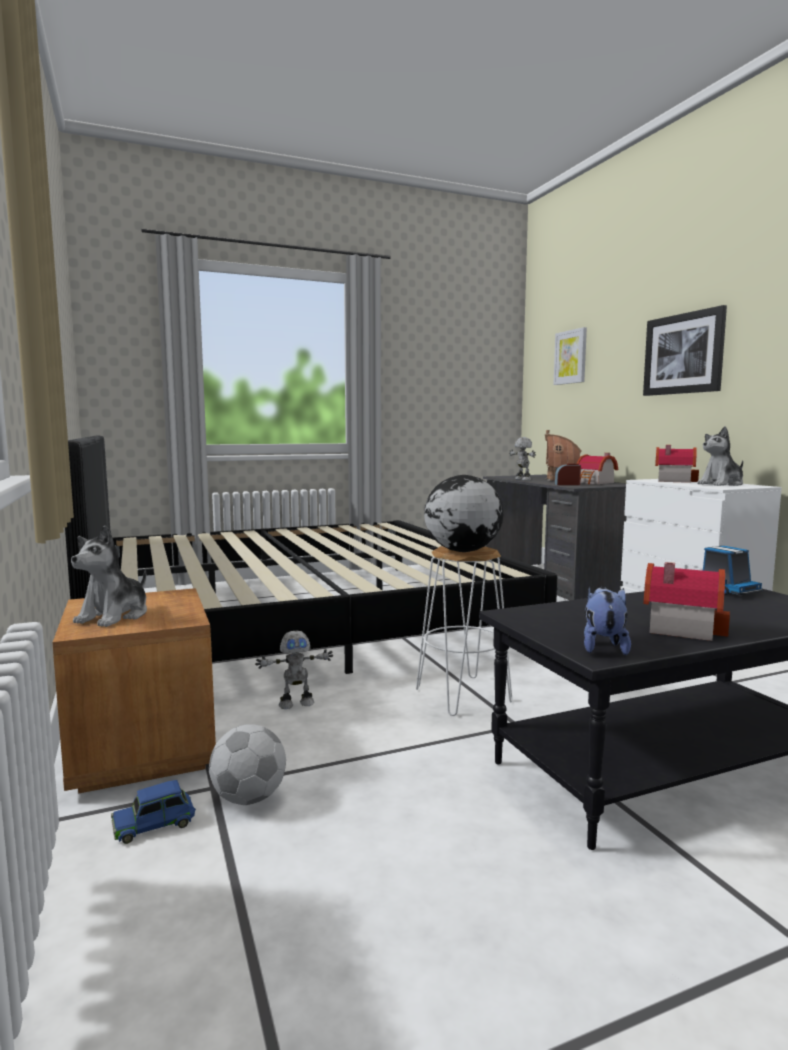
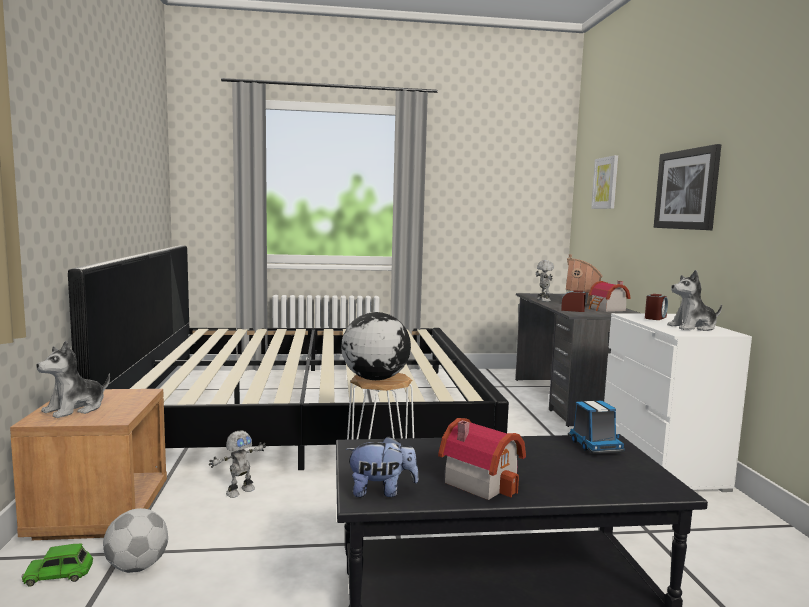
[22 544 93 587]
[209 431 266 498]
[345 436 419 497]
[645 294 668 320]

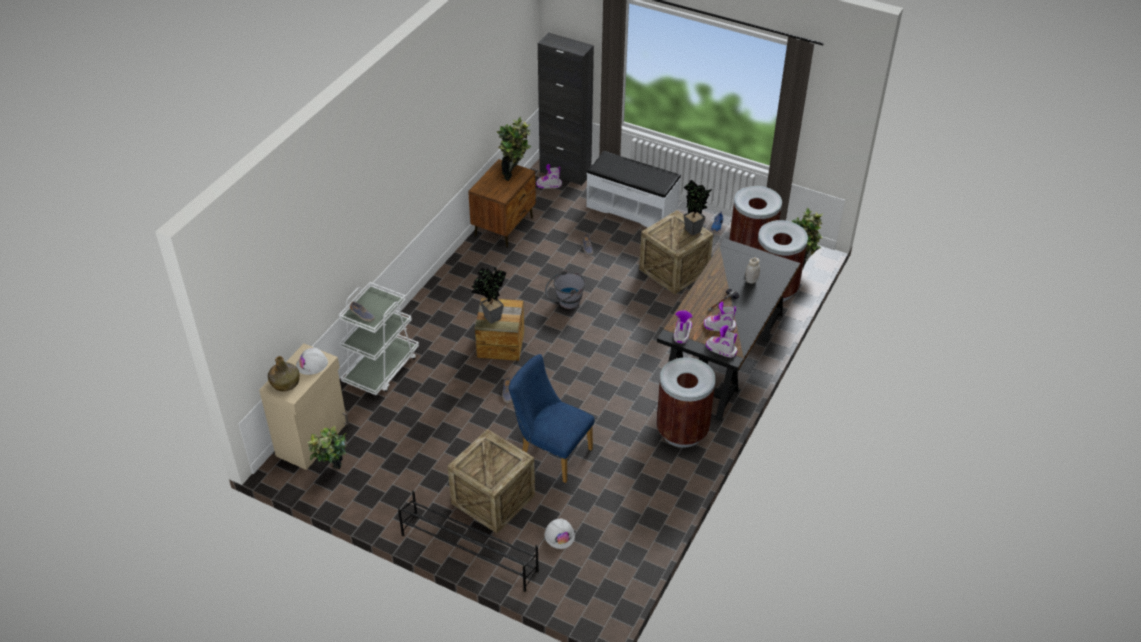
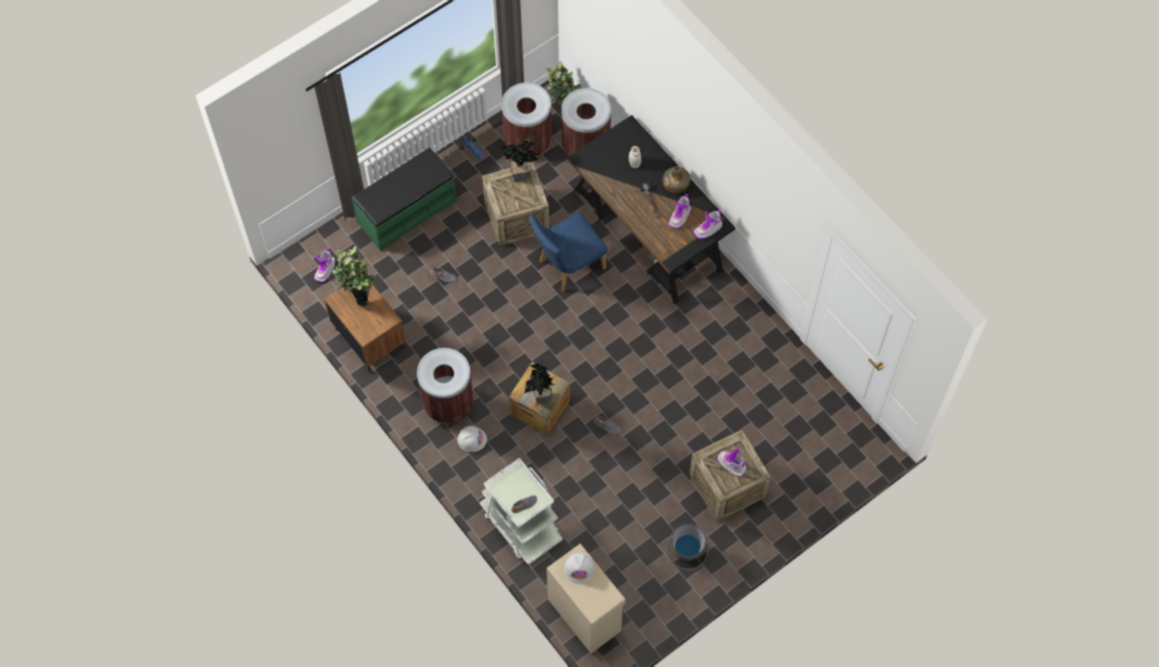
[663 166 691 193]
[307 426 347 469] (first image)
[398 490 539 592] (first image)
[529 212 608 292]
[538 33 594 186] (first image)
[668 523 709 571]
[457 426 487 452]
[352 148 457 251]
[417 348 474 424]
[717 449 746 477]

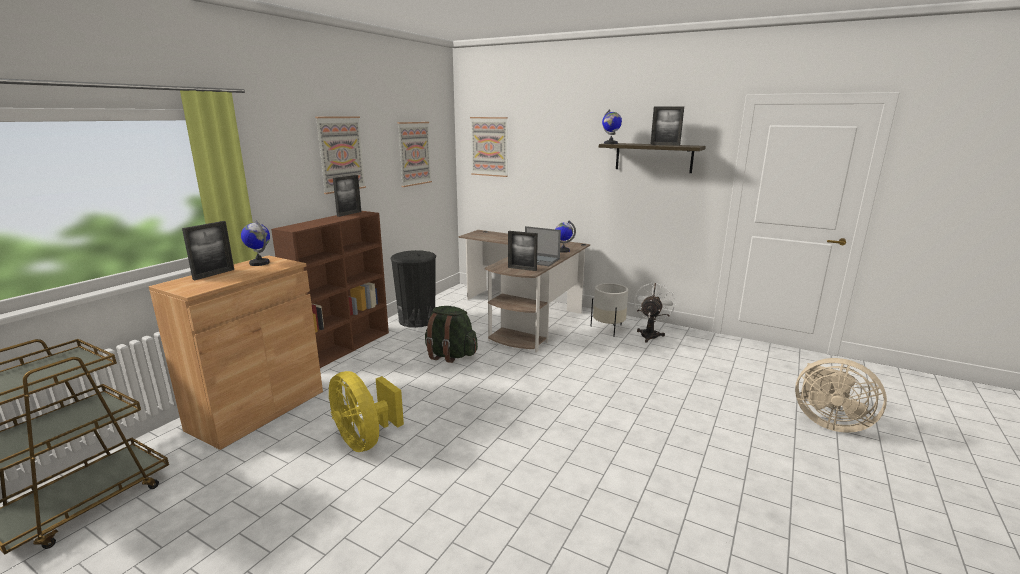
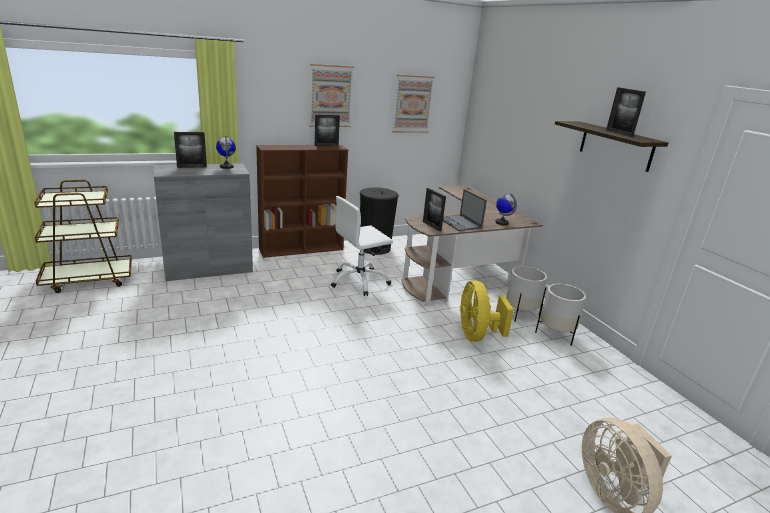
[153 163 253 281]
[460 280 514 342]
[331 196 393 296]
[470 117 508 177] (first image)
[602 109 622 144] (first image)
[535 284 586 346]

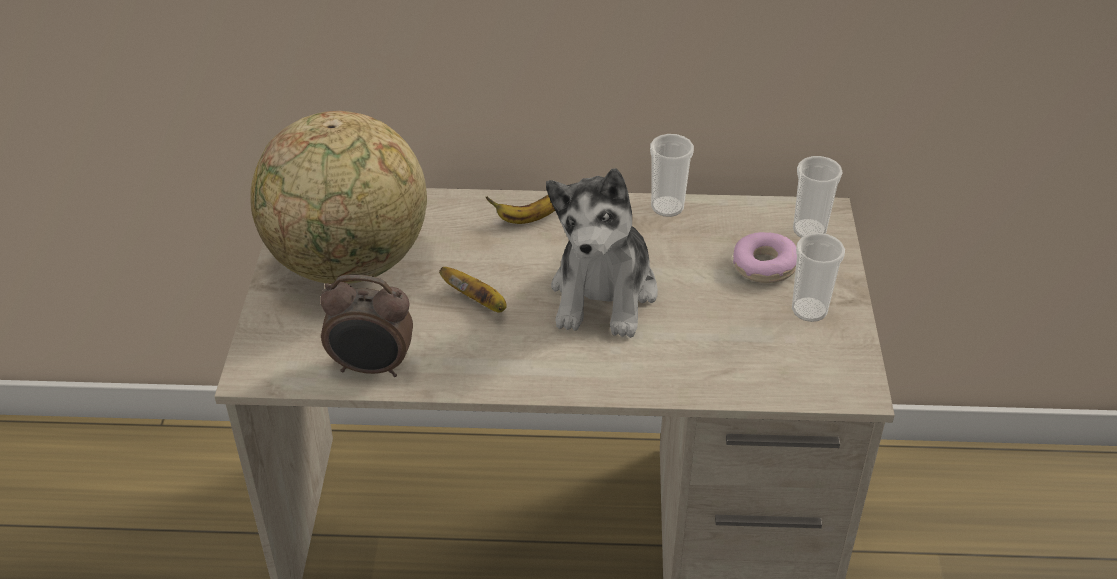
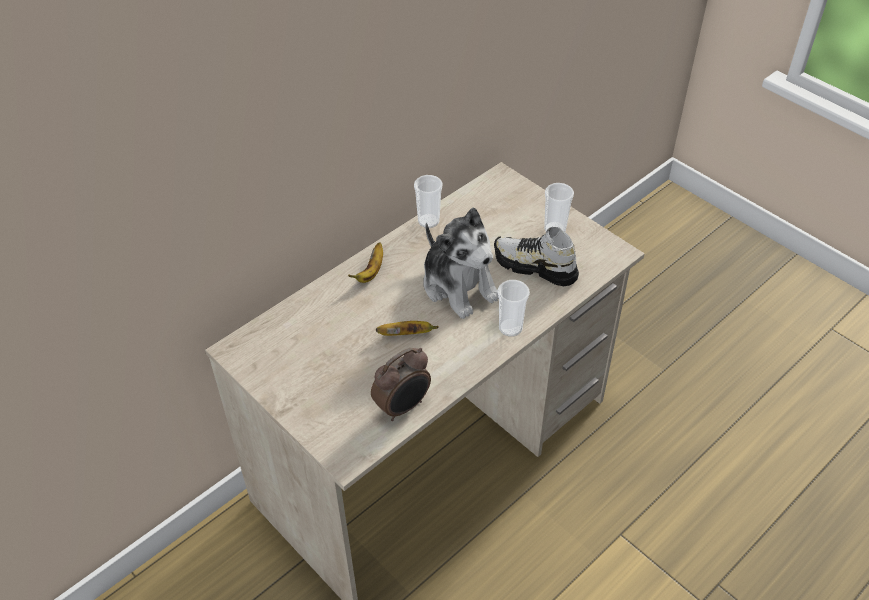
[250 111 427 284] (first image)
[733 232 797 283] (first image)
[498 280 530 337]
[494 227 579 286]

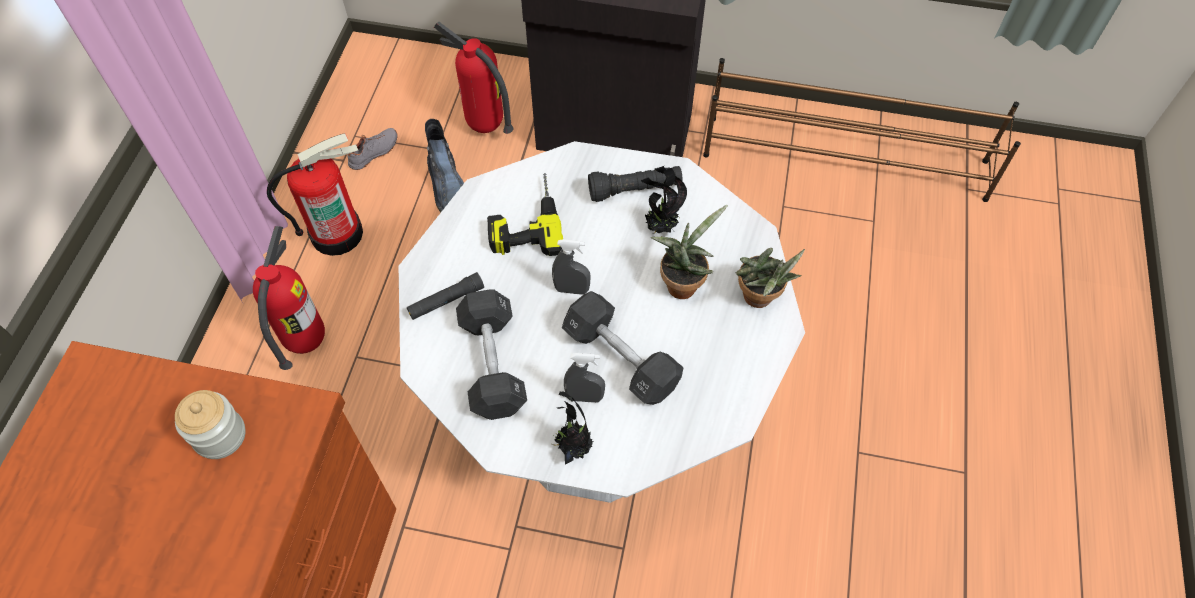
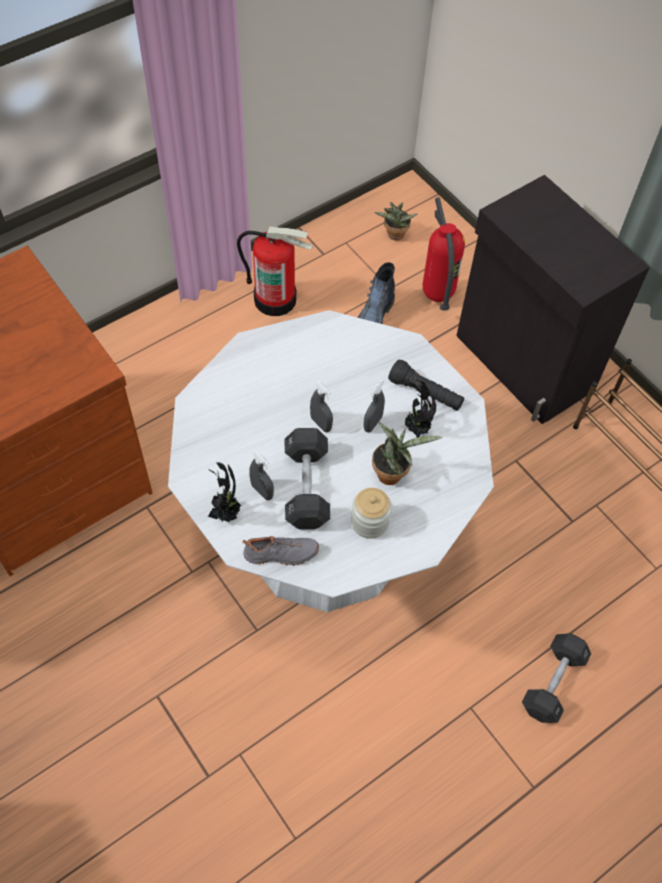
[351 488 392 539]
[253 226 325 370] (first image)
[242 536 319 566]
[407 272 484 320] (first image)
[522 633 591 723]
[487 173 563 256] (first image)
[374 202 418 241]
[363 380 385 432]

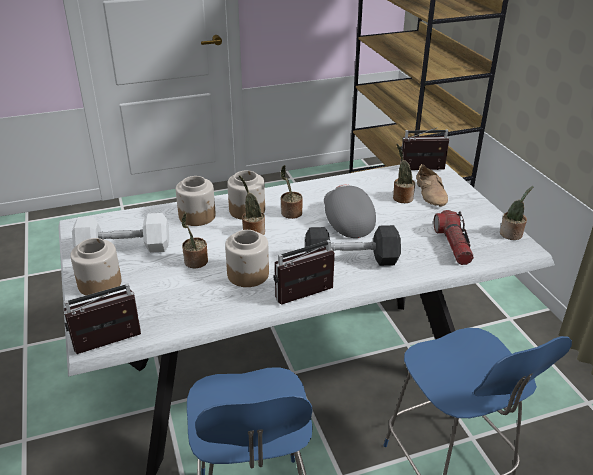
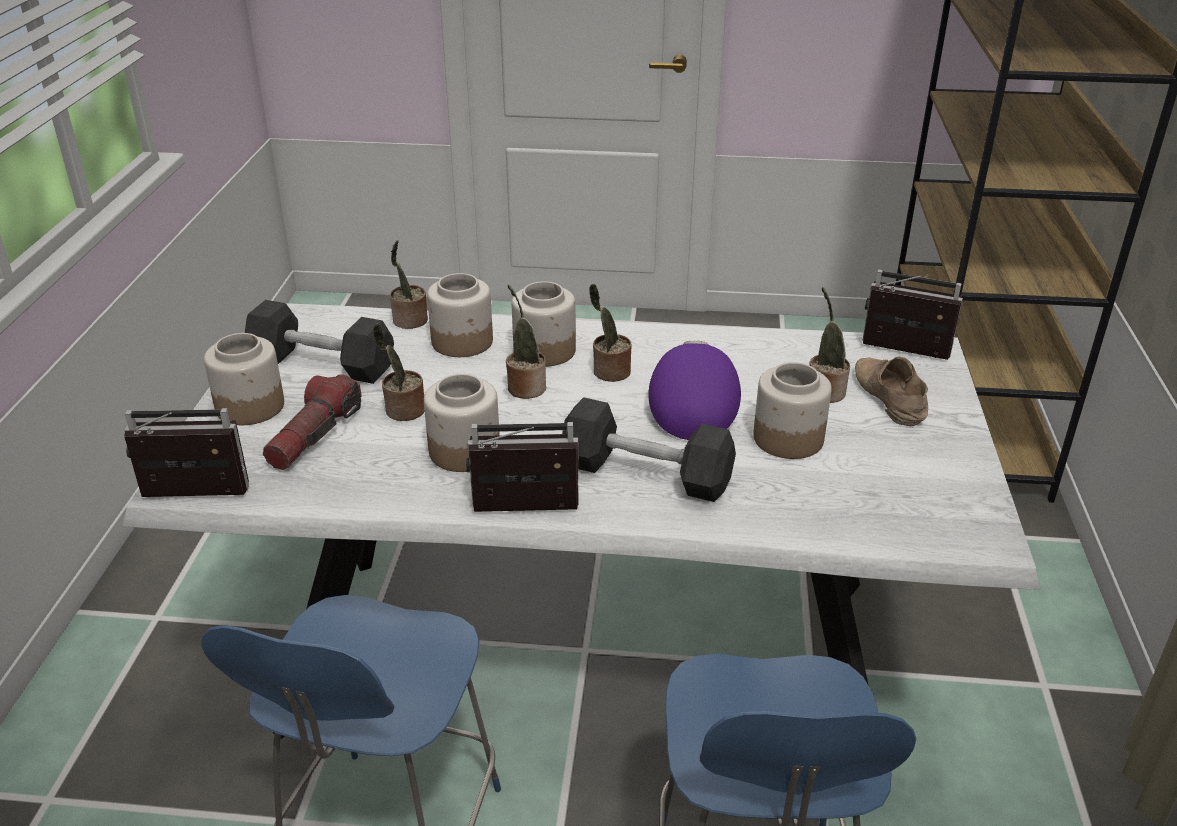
[245 300 394 384]
[648 341 741 440]
[855 357 928 426]
[263 374 362 470]
[390 240 428 329]
[753 362 832 459]

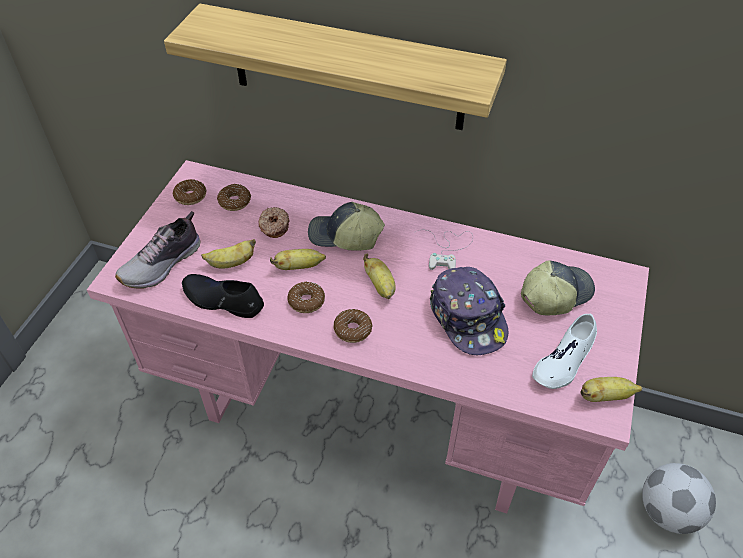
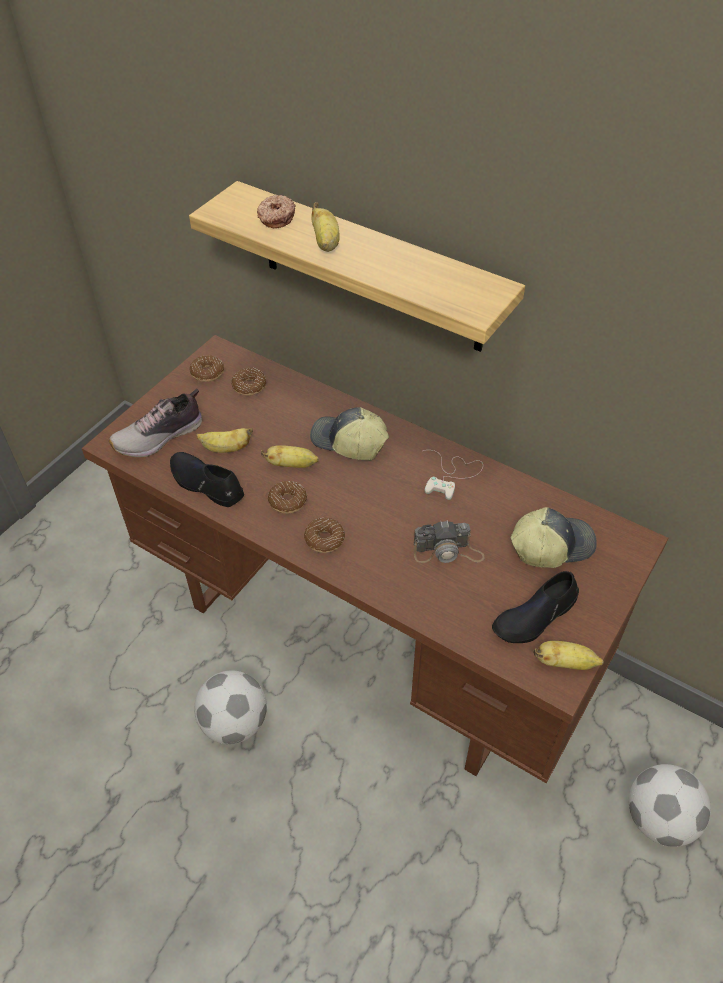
[82 335 668 783]
[257 195 296 228]
[311 202 340 252]
[414 520 485 563]
[492 571 579 643]
[194 670 267 744]

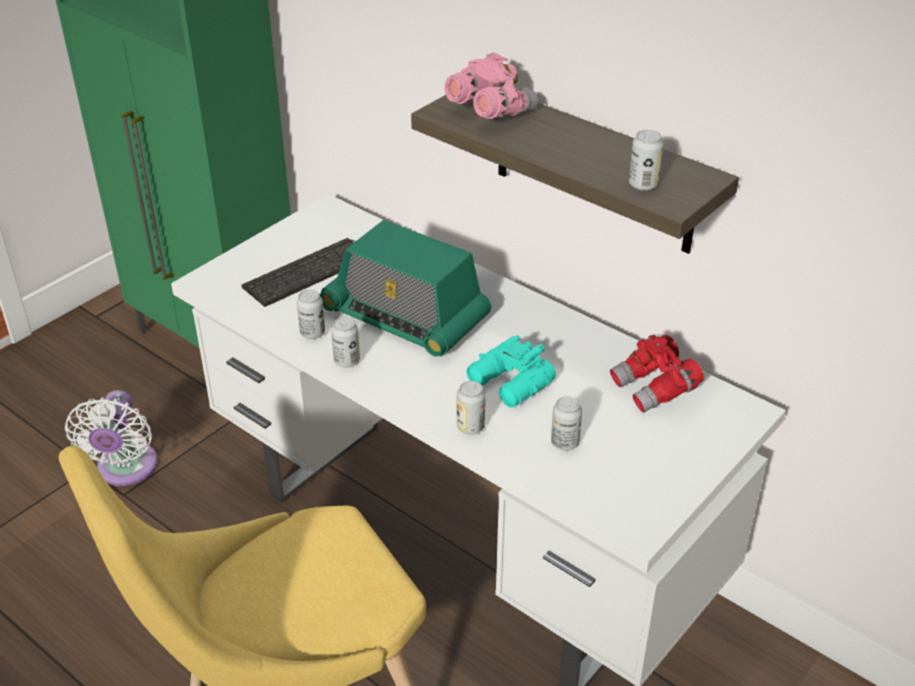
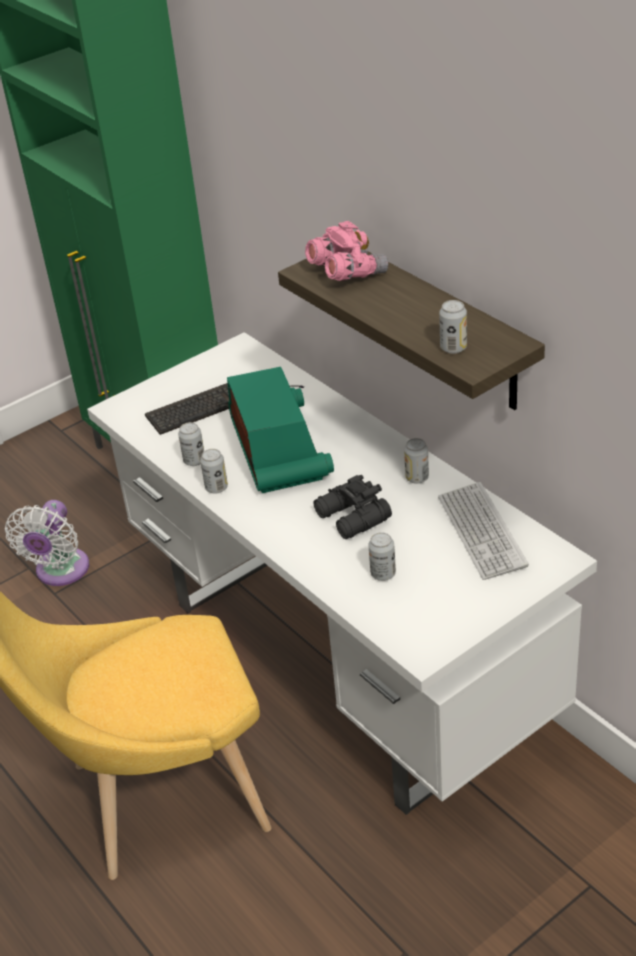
[227 367 334 493]
[404 438 429 484]
[313 475 392 539]
[438 482 529 580]

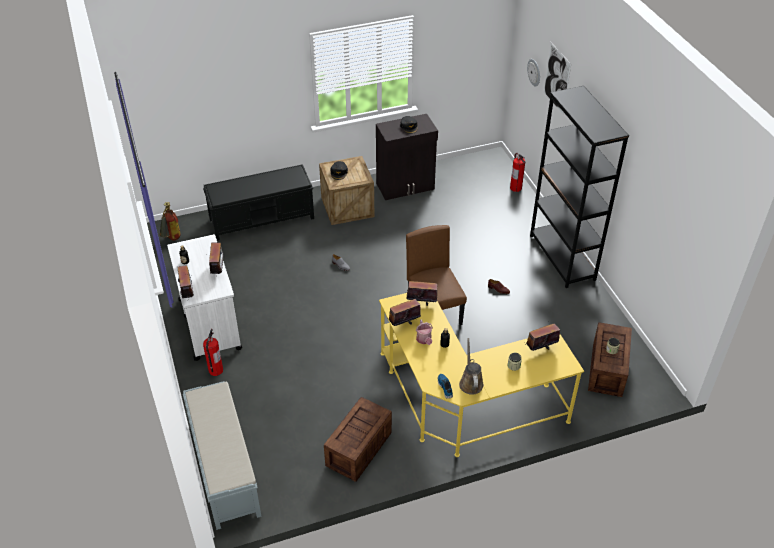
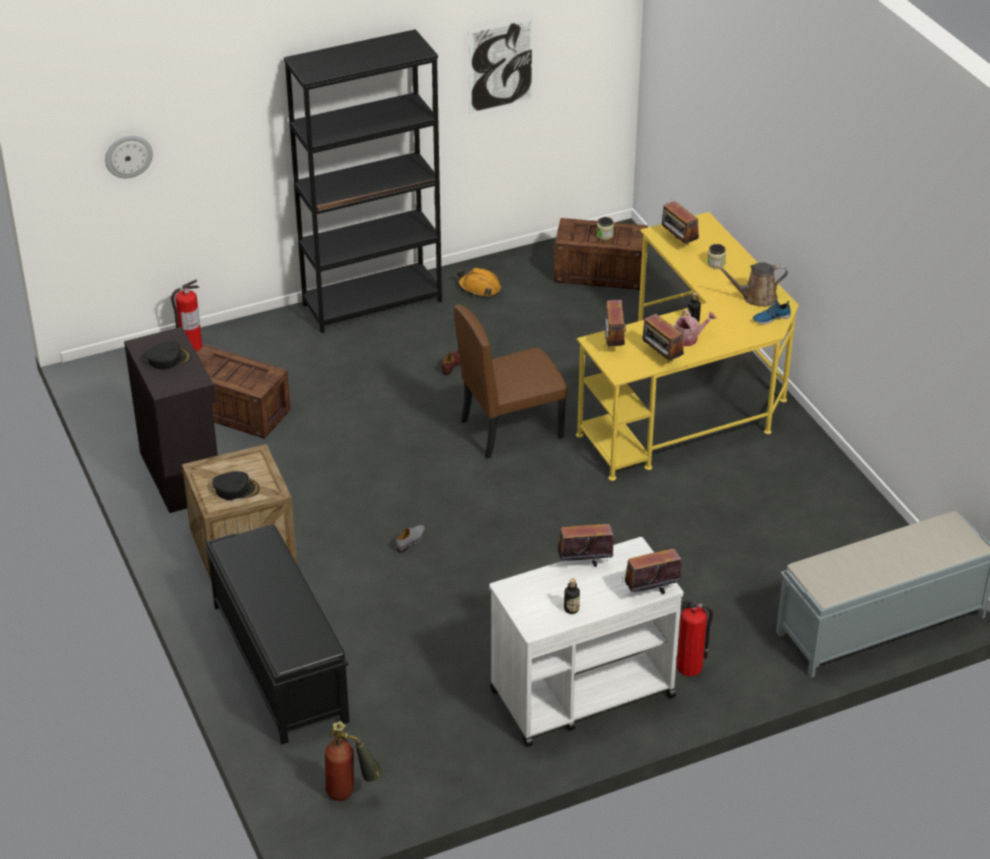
[197 345 291 439]
[469 17 534 114]
[457 268 501 297]

